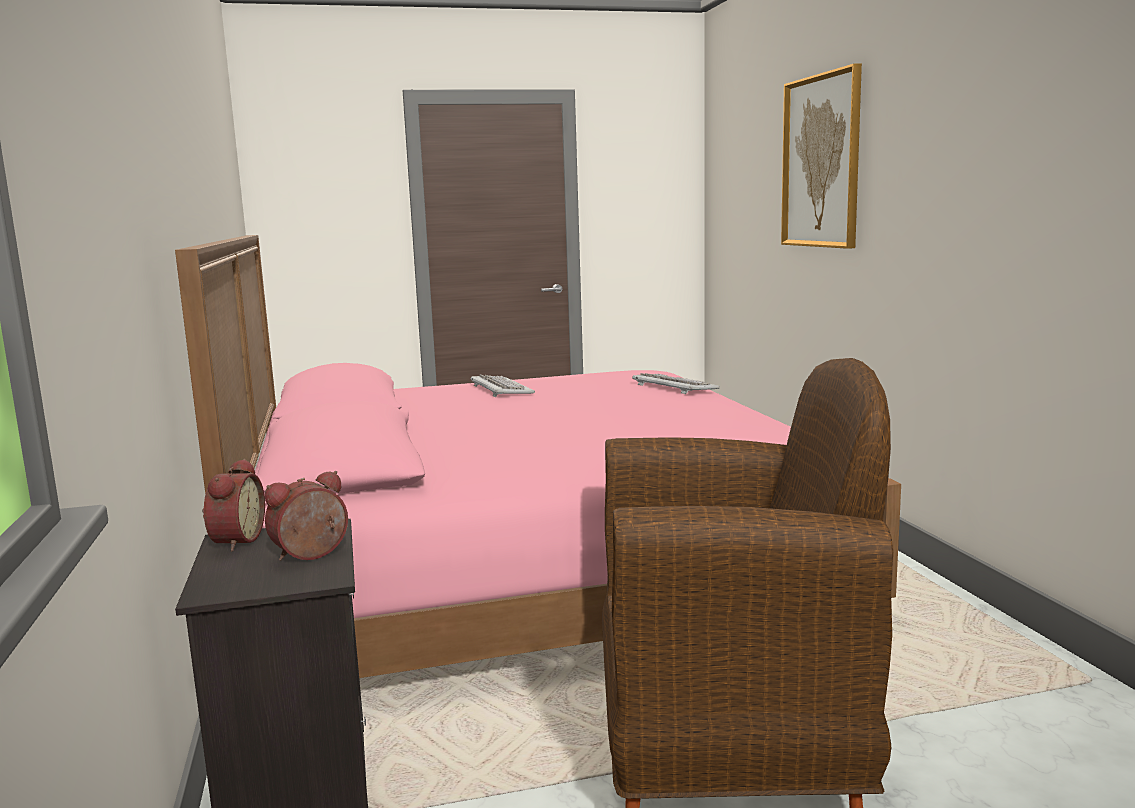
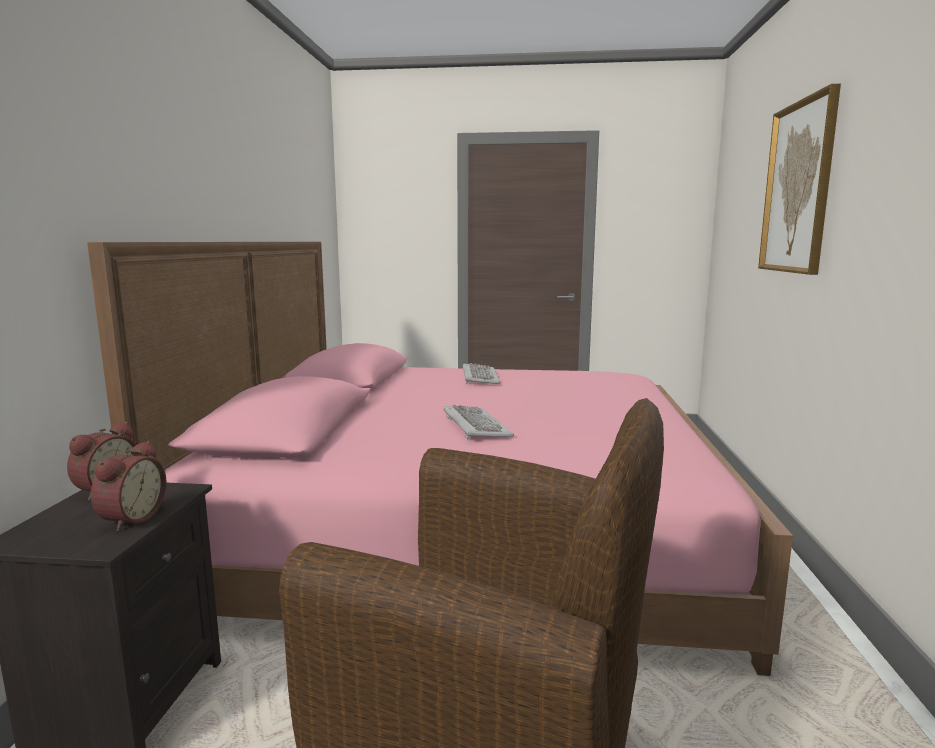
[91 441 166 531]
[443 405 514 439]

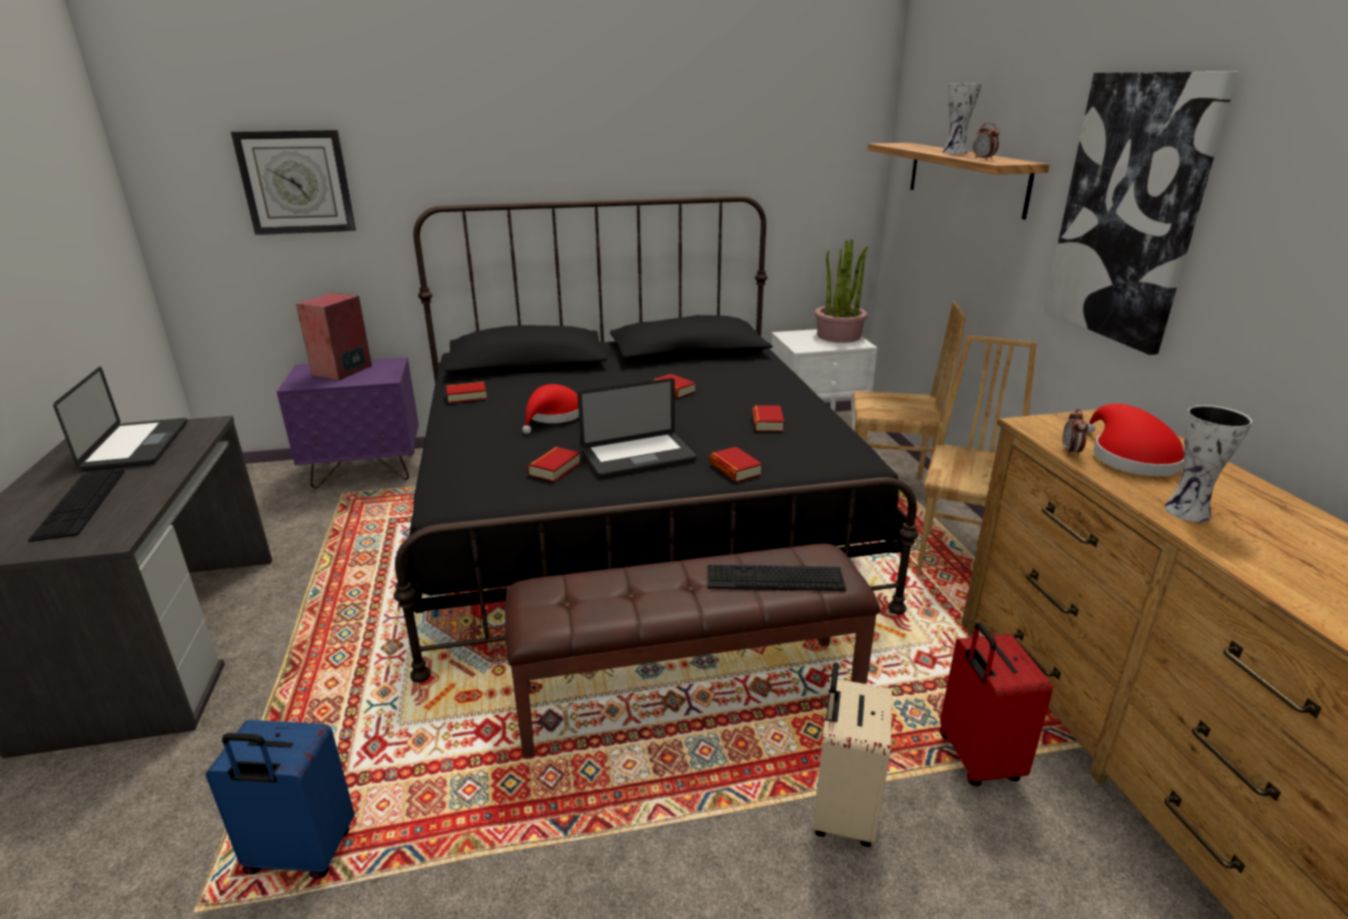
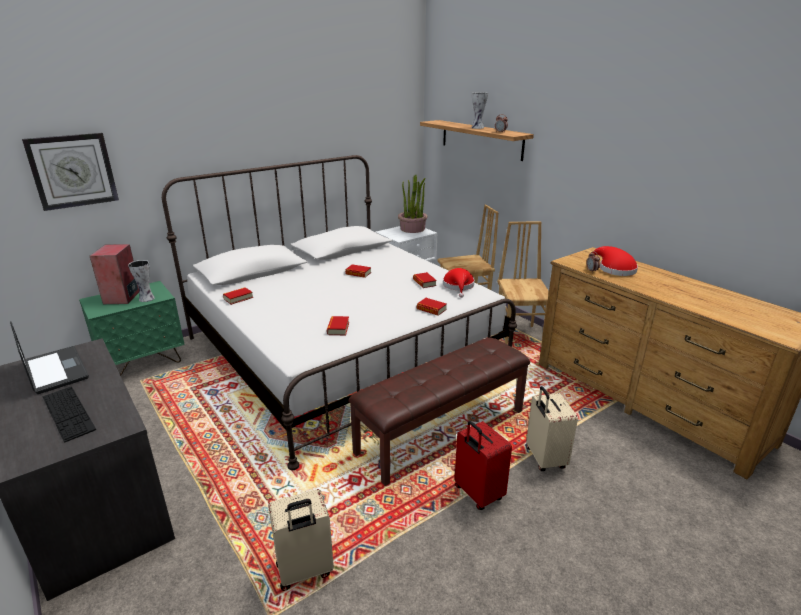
[268 489 334 591]
[79 281 185 376]
[162 155 517 470]
[443 268 474 298]
[578 378 697 478] (first image)
[707 565 846 591] (first image)
[455 421 512 510]
[1044 71 1238 355] (first image)
[128 260 155 302]

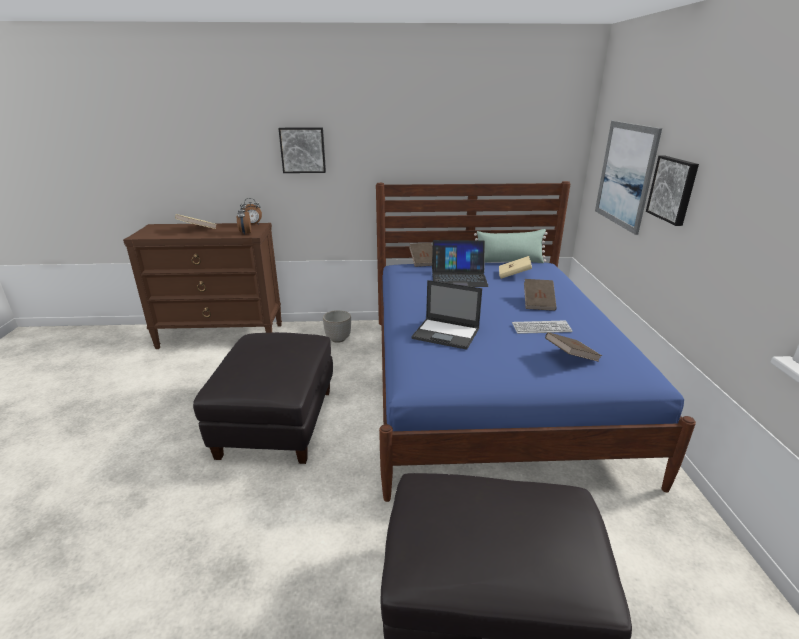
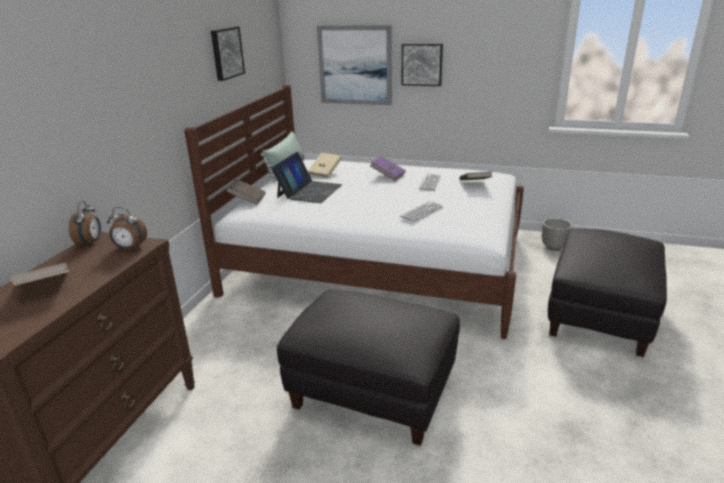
[211 26 245 81]
[542 218 573 251]
[184 85 524 339]
[400 201 443 222]
[370 156 406 181]

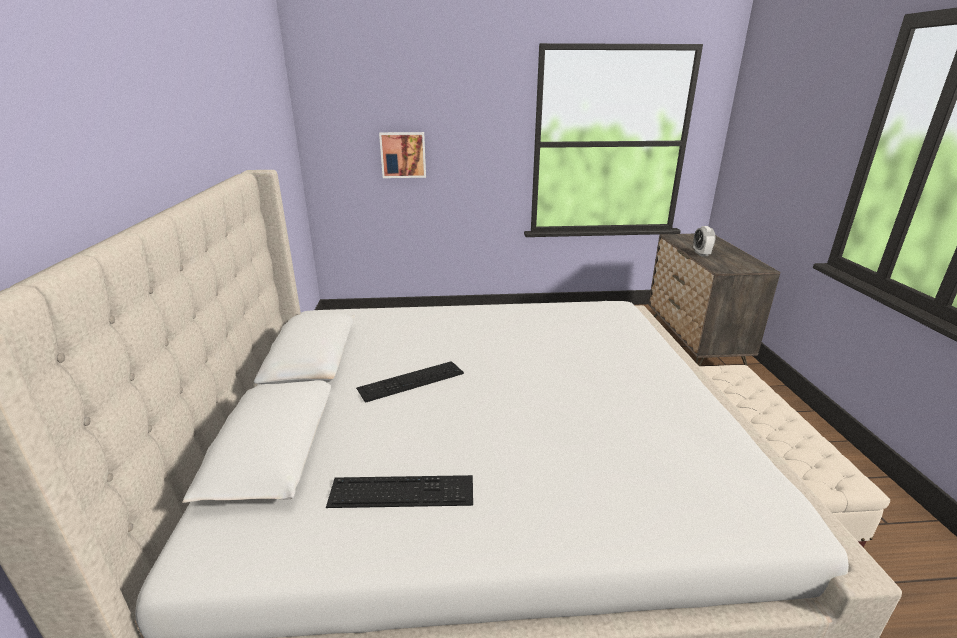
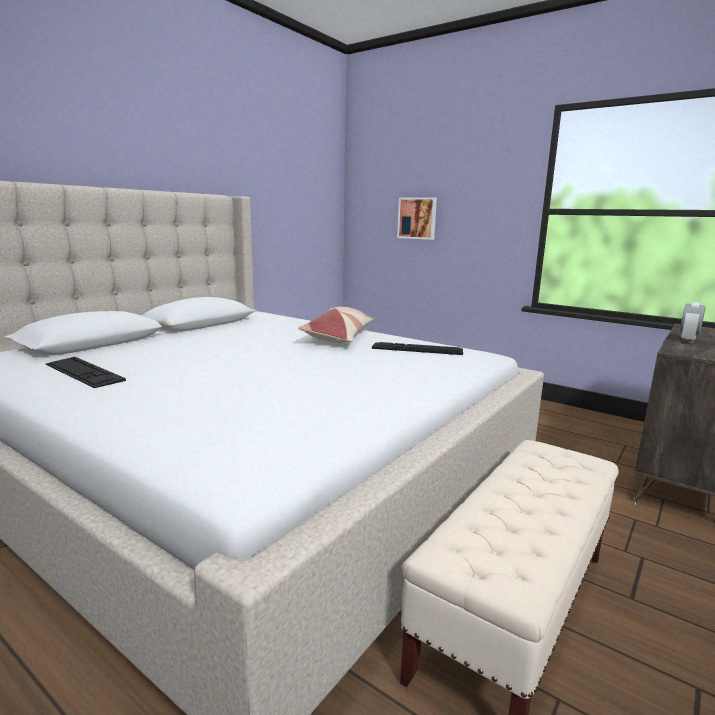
[372 342 463 355]
[298 307 374 344]

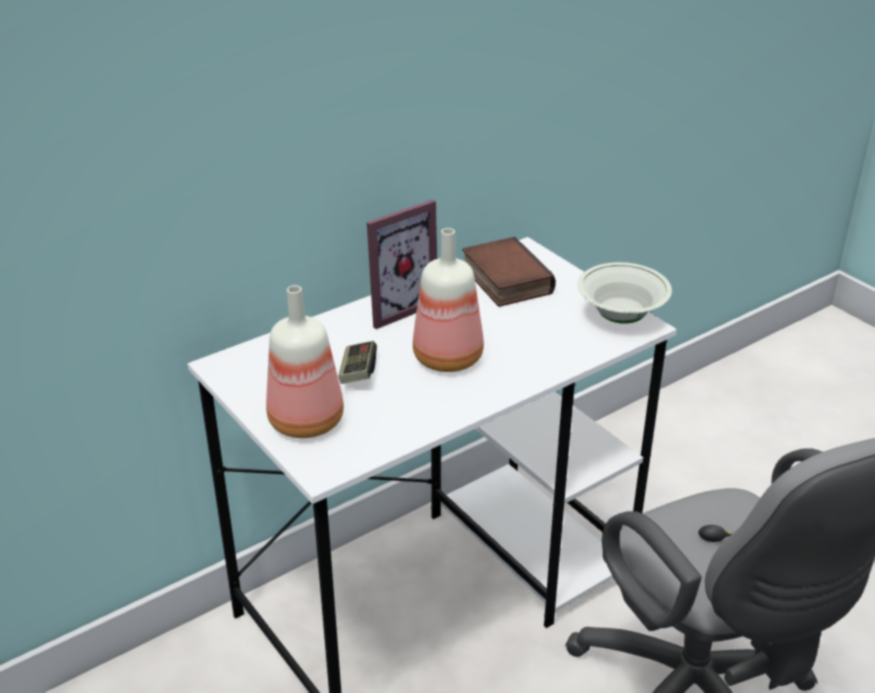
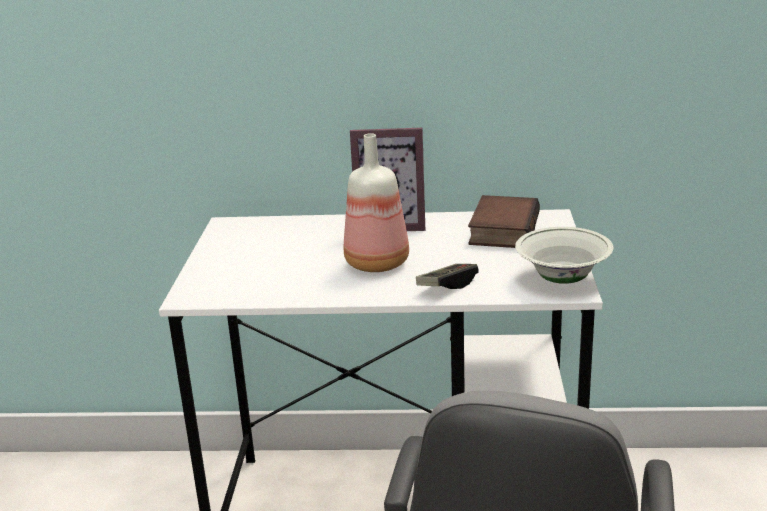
[266 285 344 438] (first image)
[416 264 479 289]

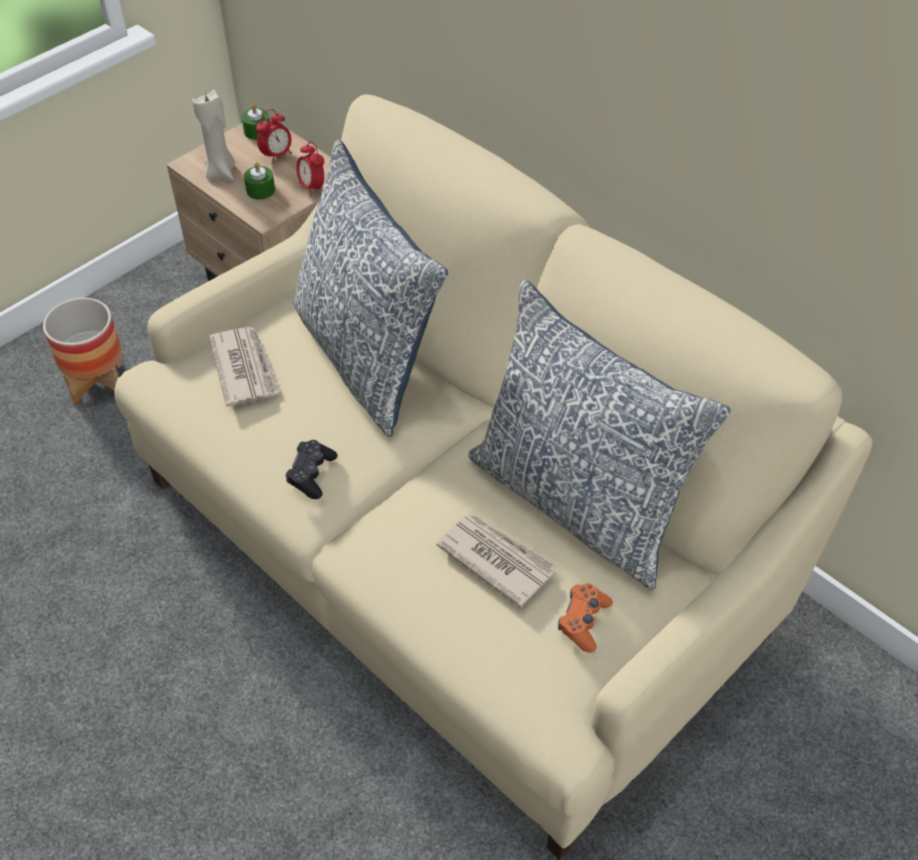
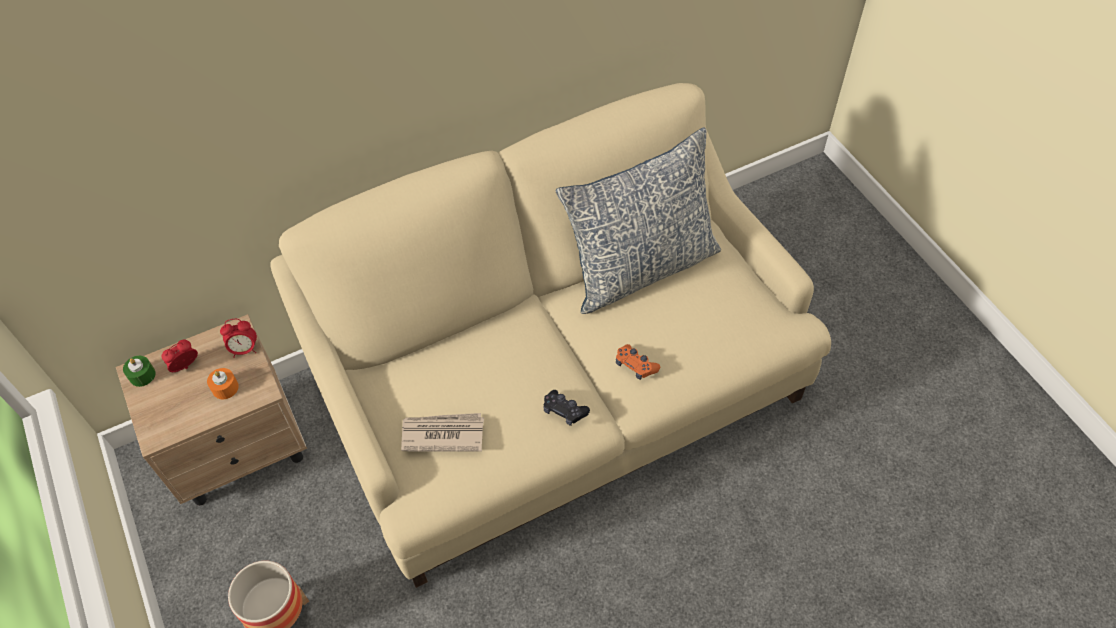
[192 90 235 180] (first image)
[207 368 239 399]
[162 340 198 372]
[293 140 448 437] (first image)
[436 513 557 608] (first image)
[616 344 660 380]

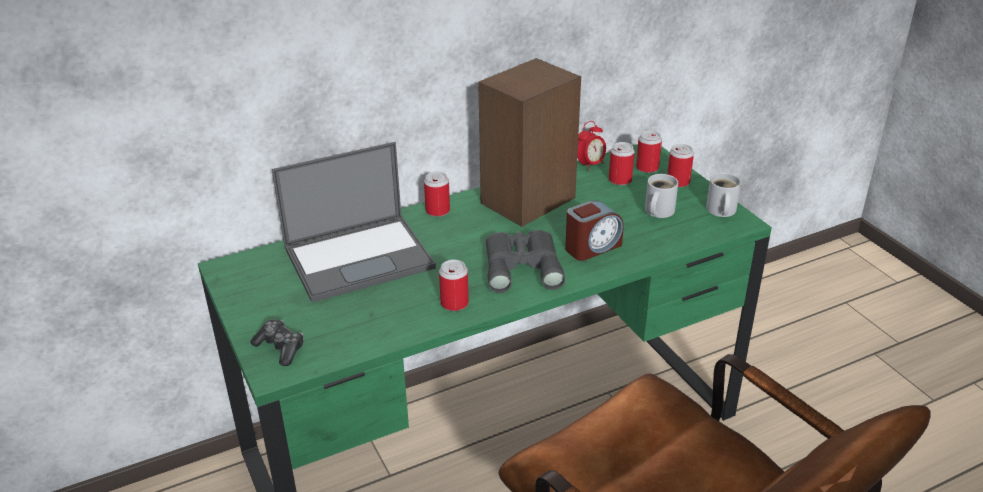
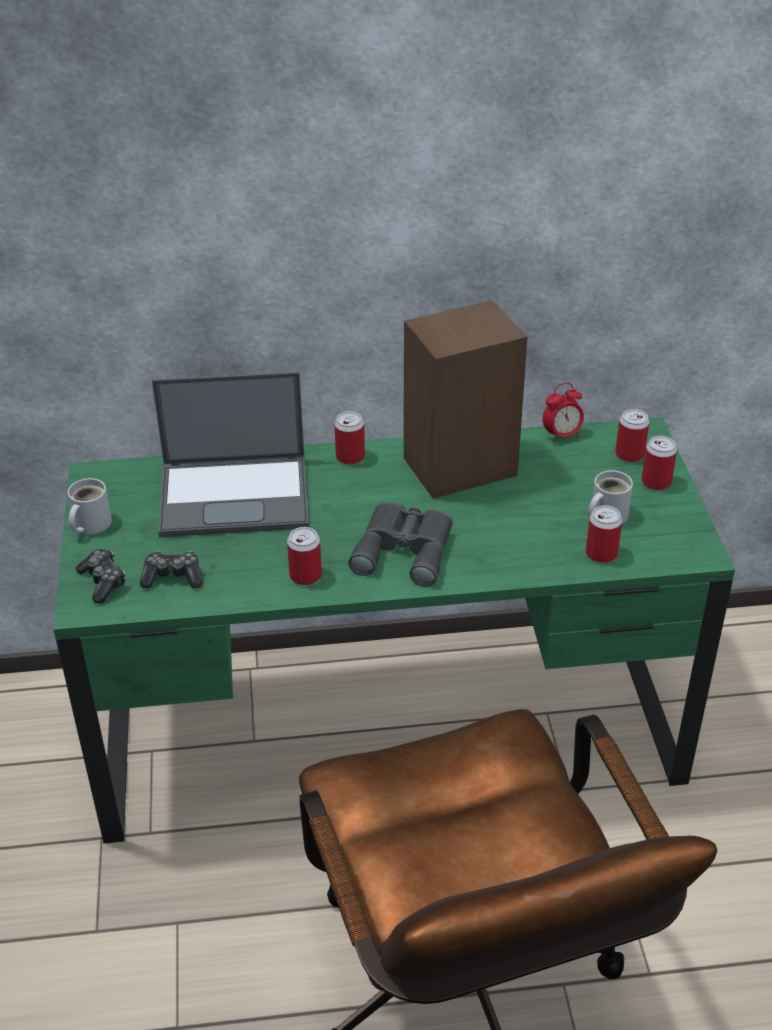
[565 200 624 261] (first image)
[586 505 622 563]
[67 478 112 535]
[140 551 203 588]

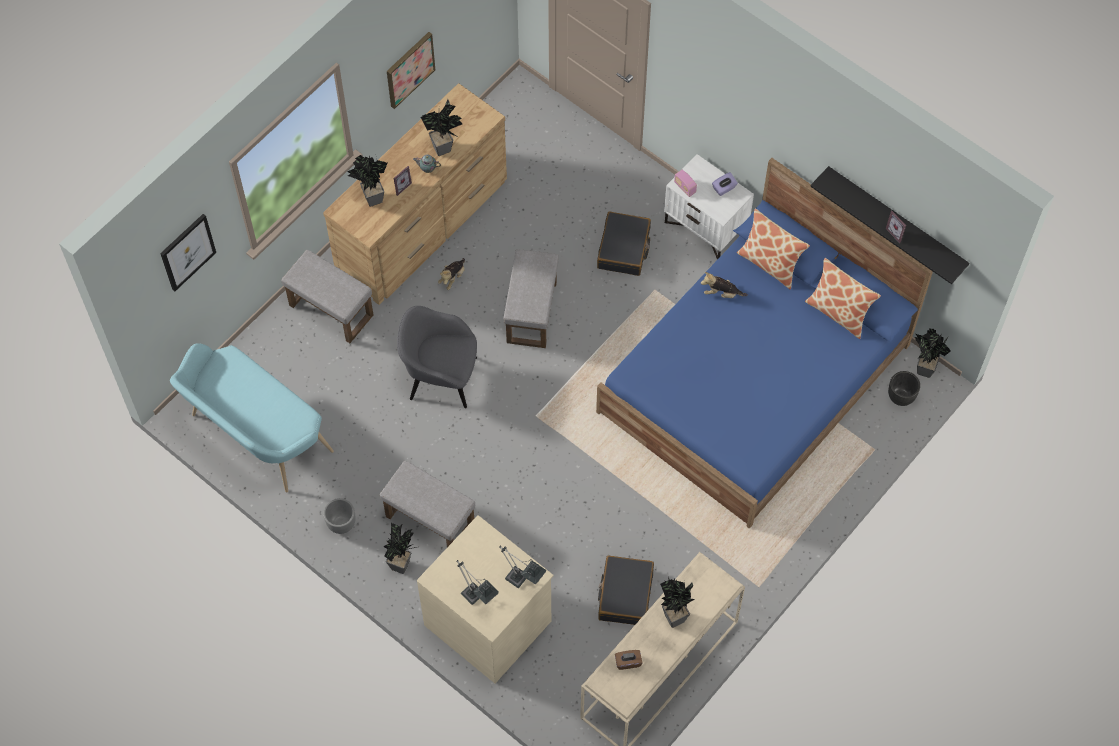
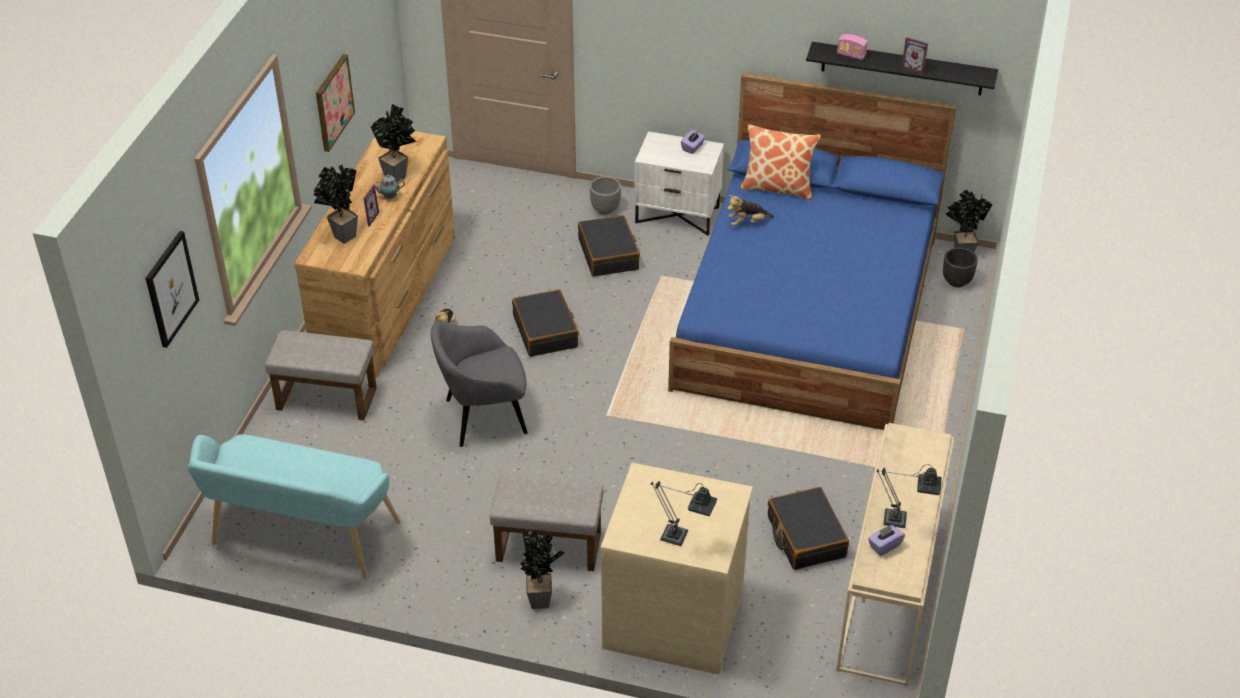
[590 176 621 215]
[877 464 942 528]
[512 289 579 357]
[868 525 905 556]
[660 577 695 628] (first image)
[837 34 868 60]
[805 258 881 339] (first image)

